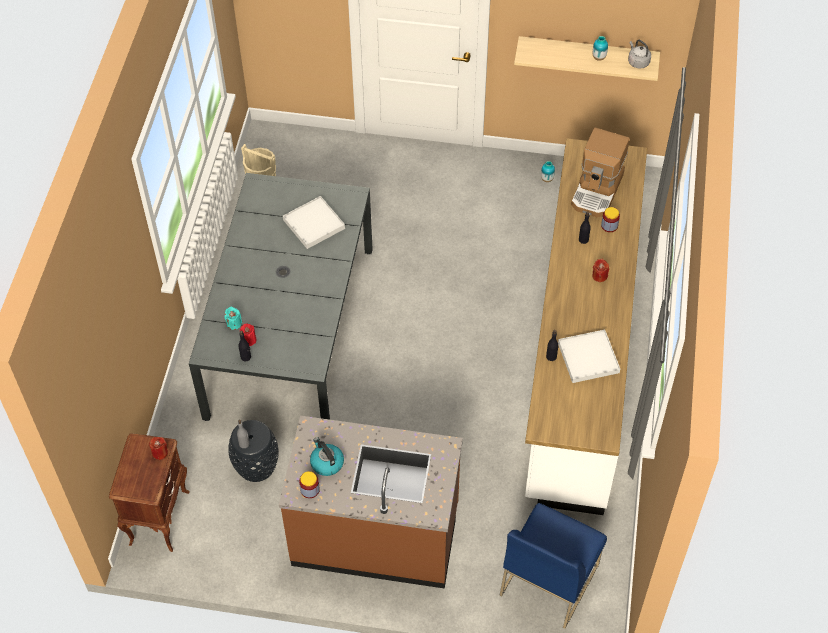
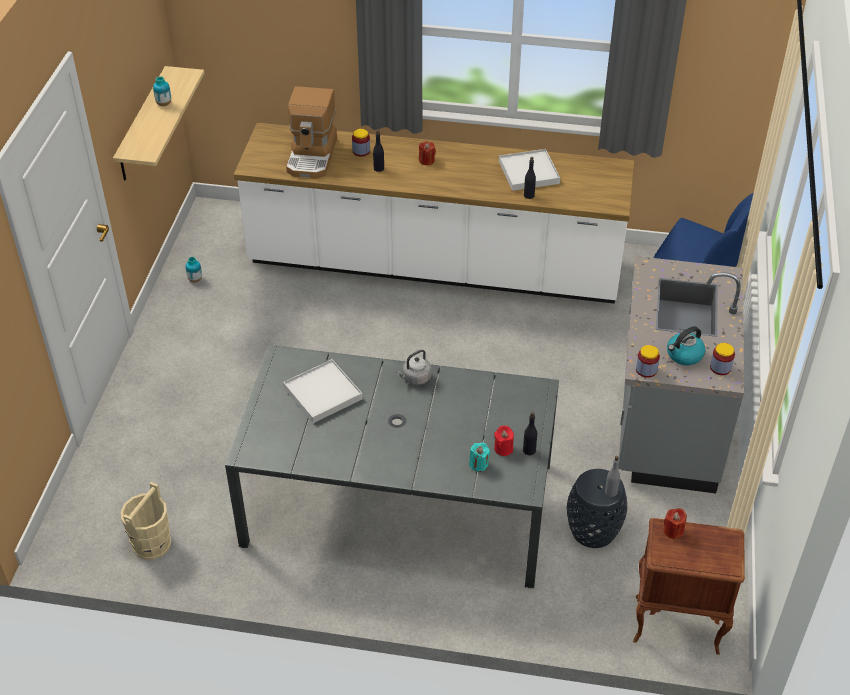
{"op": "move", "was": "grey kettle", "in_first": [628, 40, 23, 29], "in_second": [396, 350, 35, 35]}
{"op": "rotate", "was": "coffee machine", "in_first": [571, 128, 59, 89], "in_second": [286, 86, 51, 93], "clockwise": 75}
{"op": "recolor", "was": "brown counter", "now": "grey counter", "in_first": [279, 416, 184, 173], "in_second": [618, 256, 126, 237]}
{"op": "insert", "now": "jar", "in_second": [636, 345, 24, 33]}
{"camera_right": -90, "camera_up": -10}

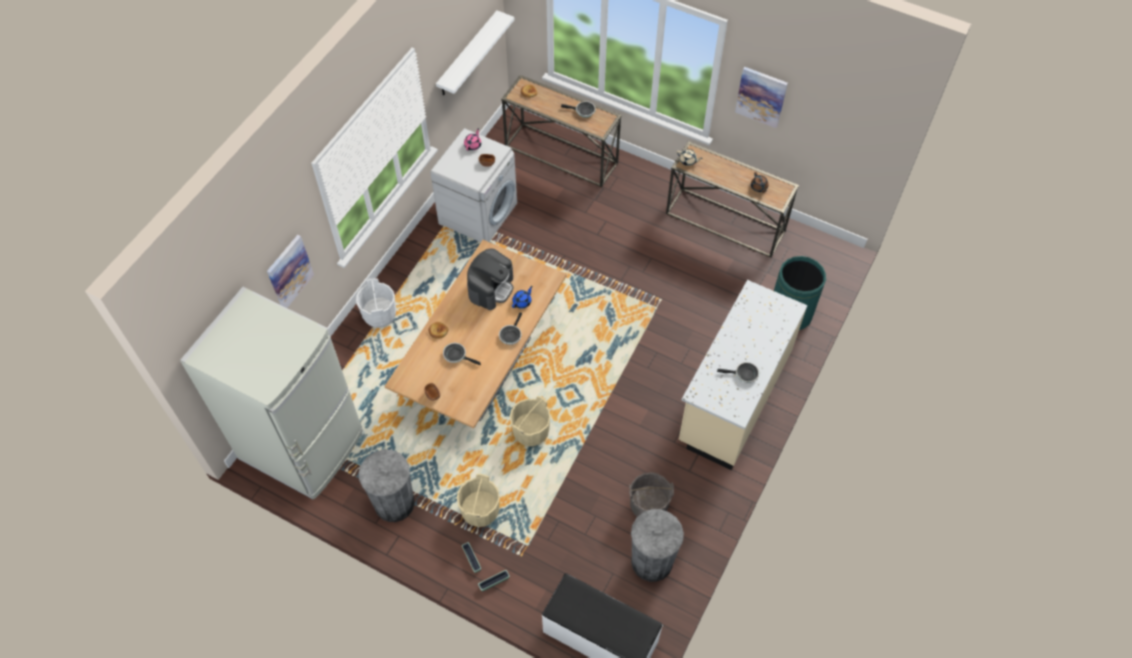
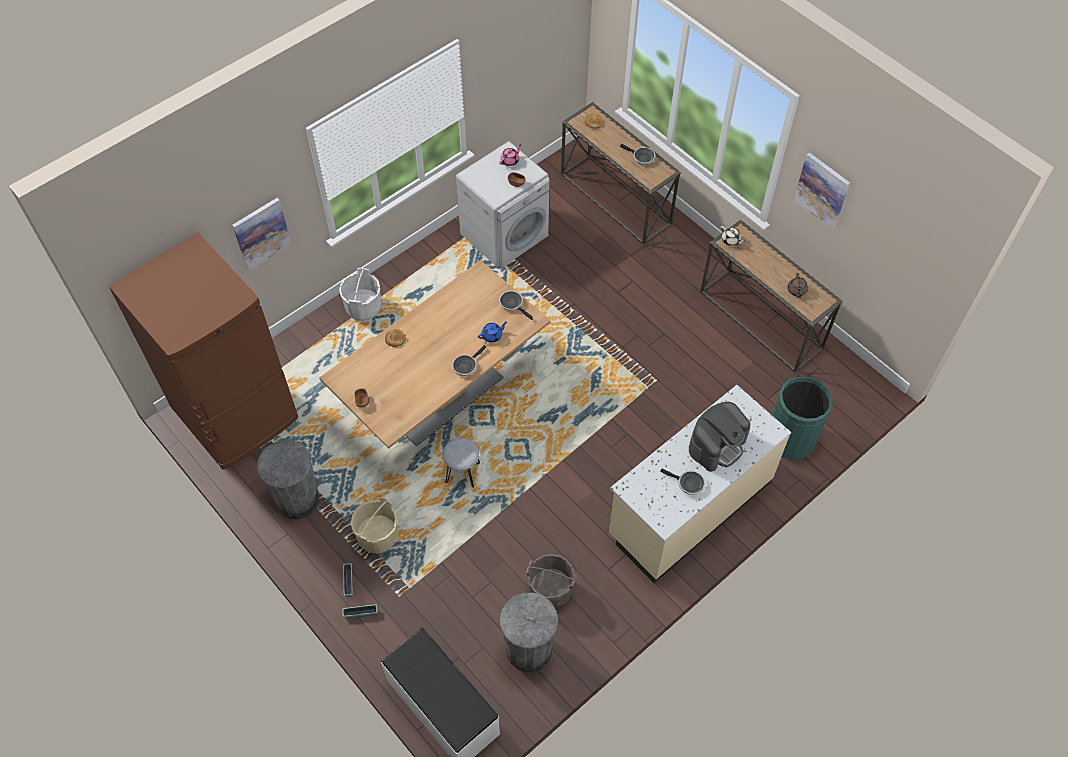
{"op": "delete", "was": "white shelf", "in_first": [436, 10, 78, 85]}
{"op": "move", "was": "coffee machine", "in_first": [467, 249, 47, 61], "in_second": [689, 402, 61, 70]}
{"op": "recolor", "was": "white fridge", "now": "brown fridge", "in_first": [180, 286, 183, 213], "in_second": [109, 232, 189, 238]}
{"op": "move", "was": "frying pan", "in_first": [443, 343, 38, 22], "in_second": [499, 290, 34, 30]}
{"op": "replace", "was": "beige bucket", "now": "grey stool", "in_first": [510, 396, 41, 51], "in_second": [442, 438, 38, 50]}
{"camera_right": 20, "camera_up": 0}

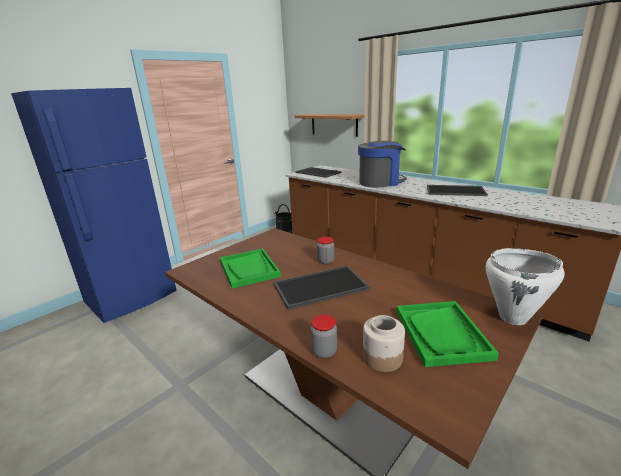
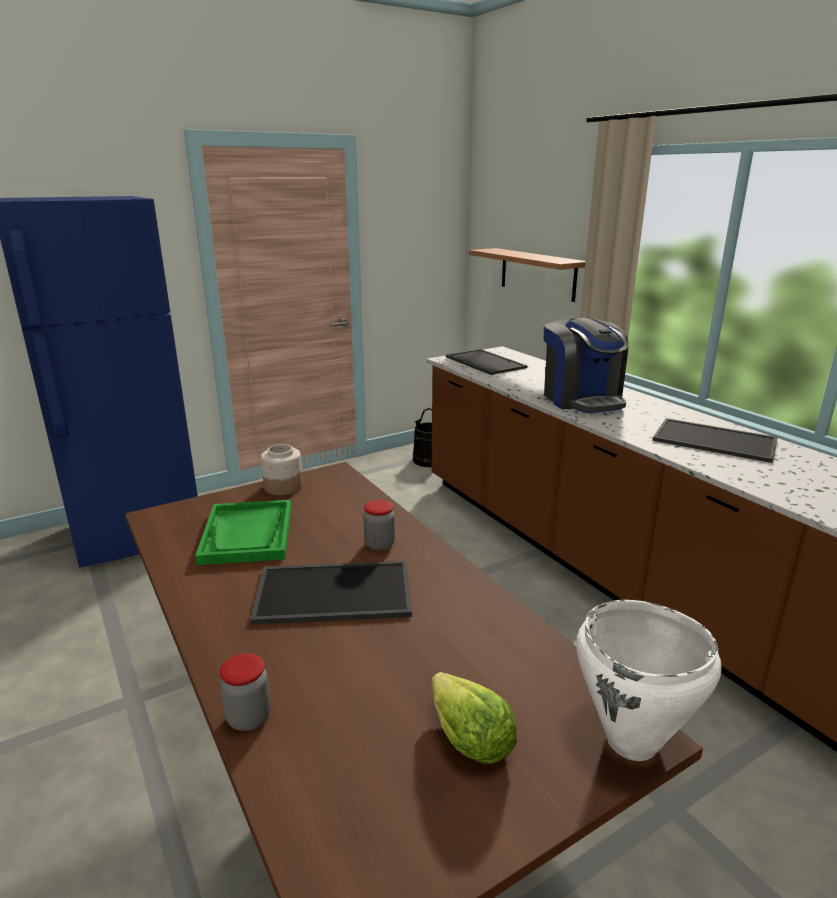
{"op": "rotate", "was": "coffee machine", "in_first": [358, 141, 49, 47], "in_second": [544, 318, 84, 95], "clockwise": 75}
{"op": "replace", "was": "green tray", "now": "lettuce", "in_first": [396, 301, 103, 66], "in_second": [432, 672, 85, 92]}
{"op": "move", "was": "jar", "in_first": [363, 315, 42, 57], "in_second": [261, 444, 42, 51]}
{"camera_right": 15, "camera_up": 0}

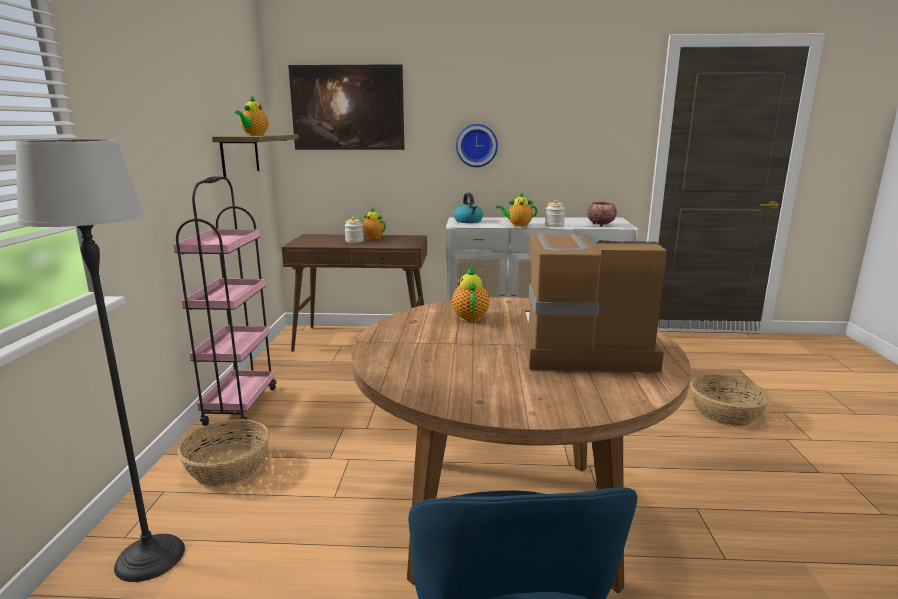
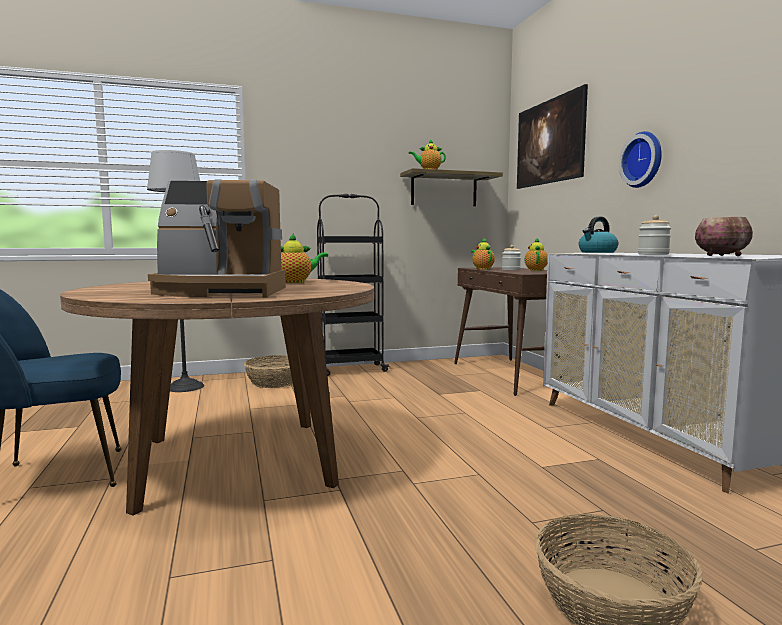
{"op": "recolor", "was": "pink cart", "now": "black cart", "in_first": [173, 176, 104, 250], "in_second": [317, 194, 74, 182]}
{"op": "move", "was": "teapot", "in_first": [496, 191, 42, 36], "in_second": [471, 238, 24, 32]}
{"op": "rotate", "was": "coffee machine", "in_first": [521, 234, 146, 138], "in_second": [148, 179, 138, 118], "clockwise": 105}
{"camera_right": 70, "camera_up": -10}

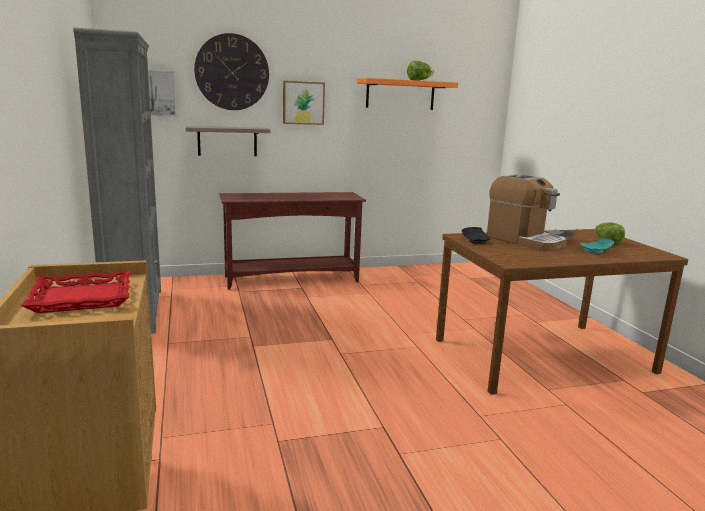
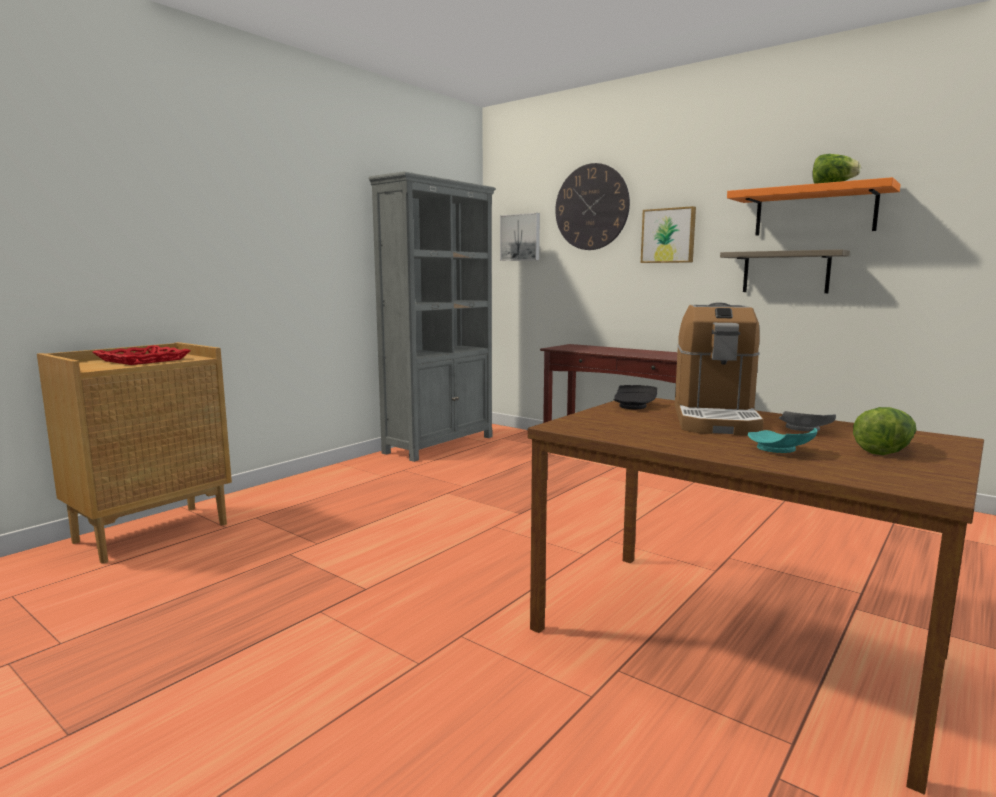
{"op": "move", "was": "shelf", "in_first": [186, 126, 84, 30], "in_second": [720, 249, 130, 44]}
{"camera_right": 55, "camera_up": -5}

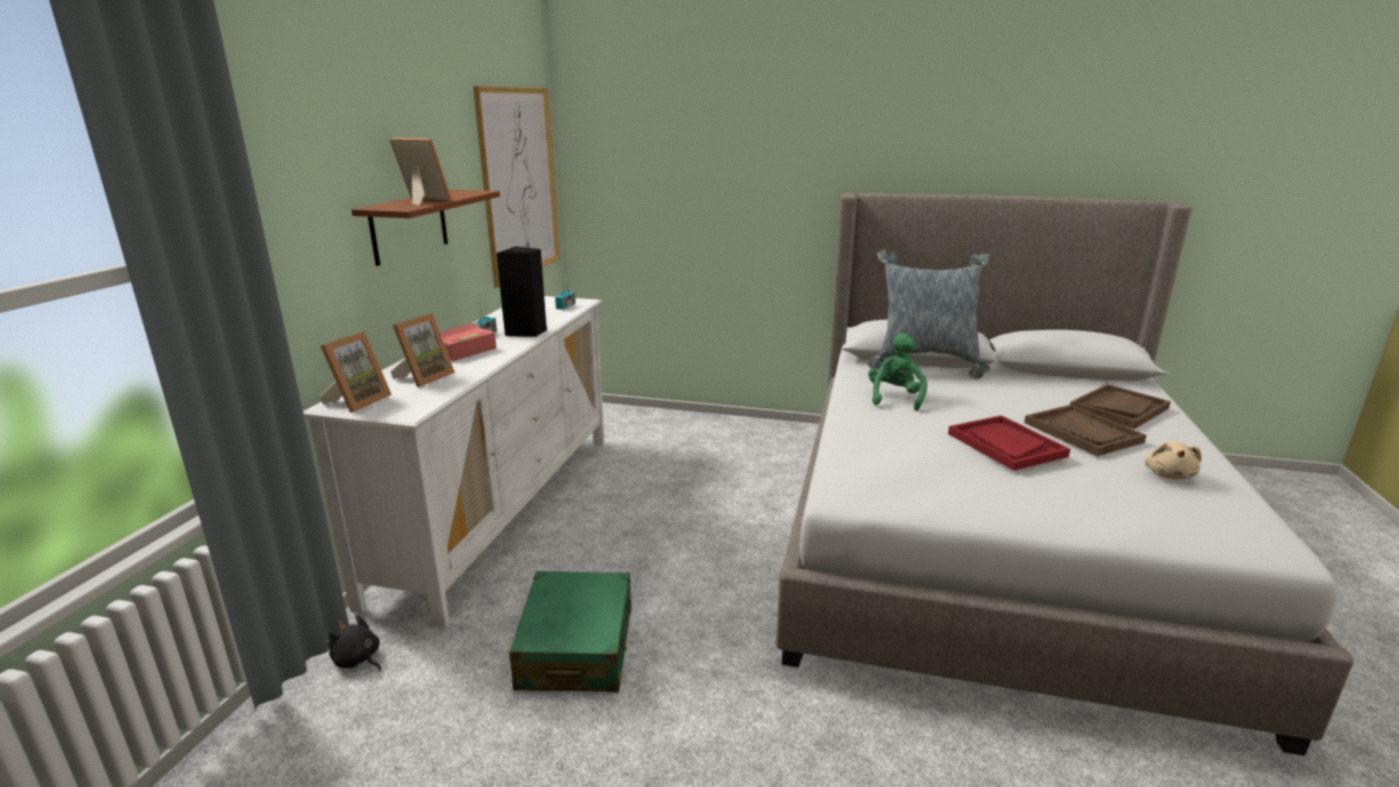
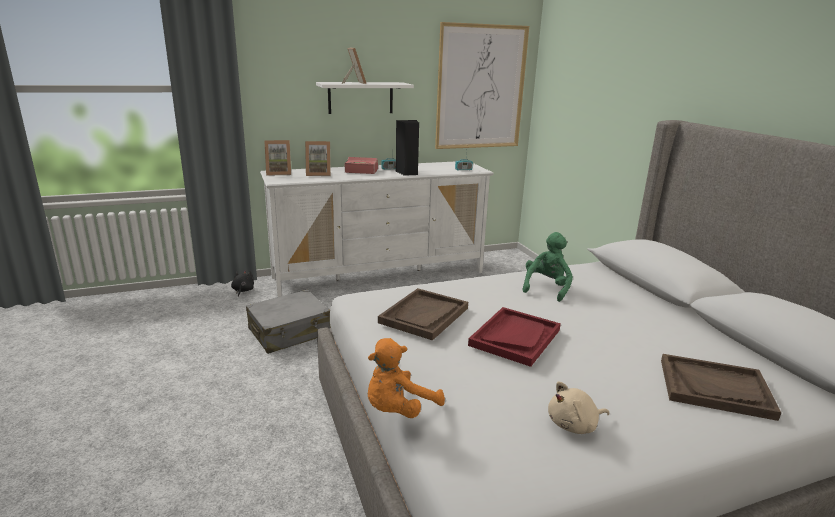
{"op": "recolor", "was": "brown shelf", "now": "white shelf", "in_first": [351, 190, 149, 76], "in_second": [316, 82, 98, 32]}
{"op": "delete", "was": "pillow", "in_first": [867, 249, 123, 130]}
{"op": "rotate", "was": "green plush toy", "in_first": [868, 333, 59, 78], "in_second": [522, 232, 51, 70], "clockwise": -45}
{"op": "move", "was": "brown tray", "in_first": [1024, 405, 122, 51], "in_second": [378, 288, 90, 53]}
{"op": "recolor", "was": "green suitcase", "now": "grey suitcase", "in_first": [509, 571, 122, 121], "in_second": [246, 289, 85, 65]}
{"op": "insert", "now": "orange plush toy", "in_second": [368, 338, 77, 80]}
{"camera_right": 55, "camera_up": 0}

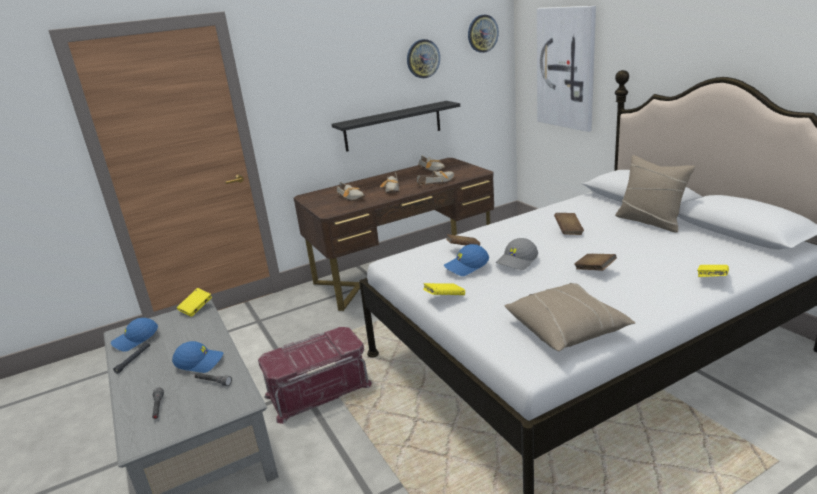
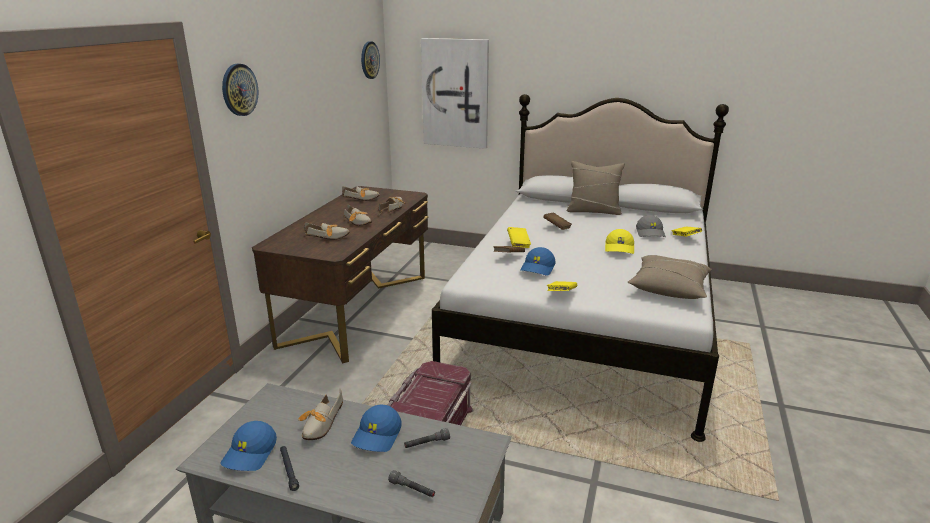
{"op": "move", "was": "wall clock", "in_first": [407, 39, 33, 39], "in_second": [222, 64, 37, 52]}
{"op": "delete", "was": "black shelf", "in_first": [331, 101, 129, 51]}
{"op": "move", "was": "grey cap", "in_first": [496, 238, 42, 32], "in_second": [636, 215, 30, 22]}
{"op": "replace", "was": "brown book", "now": "yellow cap", "in_first": [574, 254, 43, 17], "in_second": [605, 229, 29, 25]}
{"op": "move", "was": "yellow book", "in_first": [177, 288, 35, 29], "in_second": [507, 227, 24, 21]}
{"op": "rotate", "was": "blue cap", "in_first": [172, 341, 51, 32], "in_second": [351, 405, 51, 47], "clockwise": 150}
{"op": "insert", "now": "shoe", "in_second": [298, 389, 45, 51]}
{"camera_right": -45, "camera_up": 0}

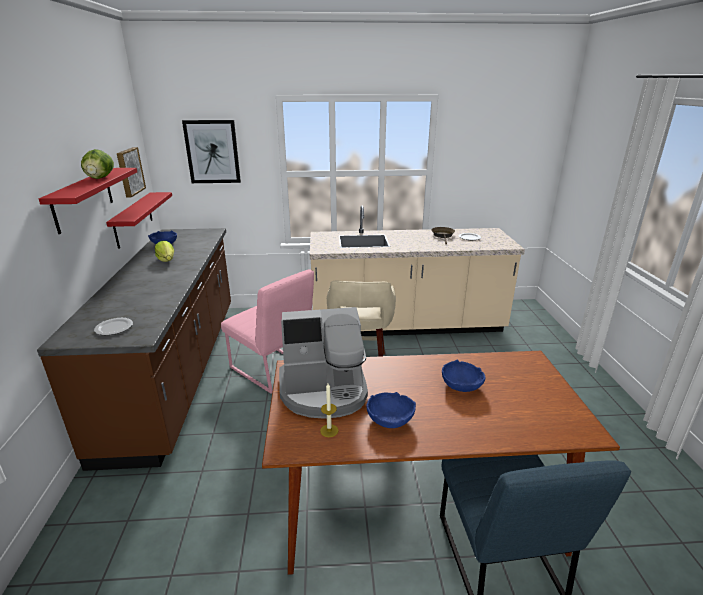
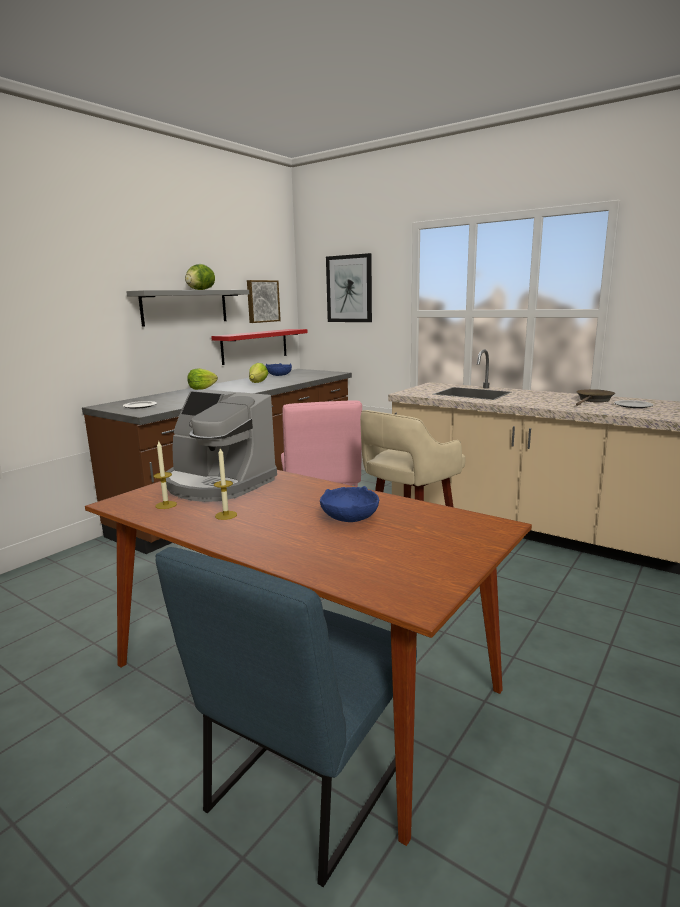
{"op": "recolor", "was": "red shelf", "now": "grey shelf", "in_first": [39, 168, 98, 66], "in_second": [126, 290, 123, 37]}
{"op": "replace", "was": "blue bowl", "now": "candle", "in_first": [366, 392, 50, 36], "in_second": [214, 448, 23, 72]}
{"op": "insert", "now": "lettuce", "in_second": [187, 368, 31, 22]}
{"camera_right": 40, "camera_up": -10}

